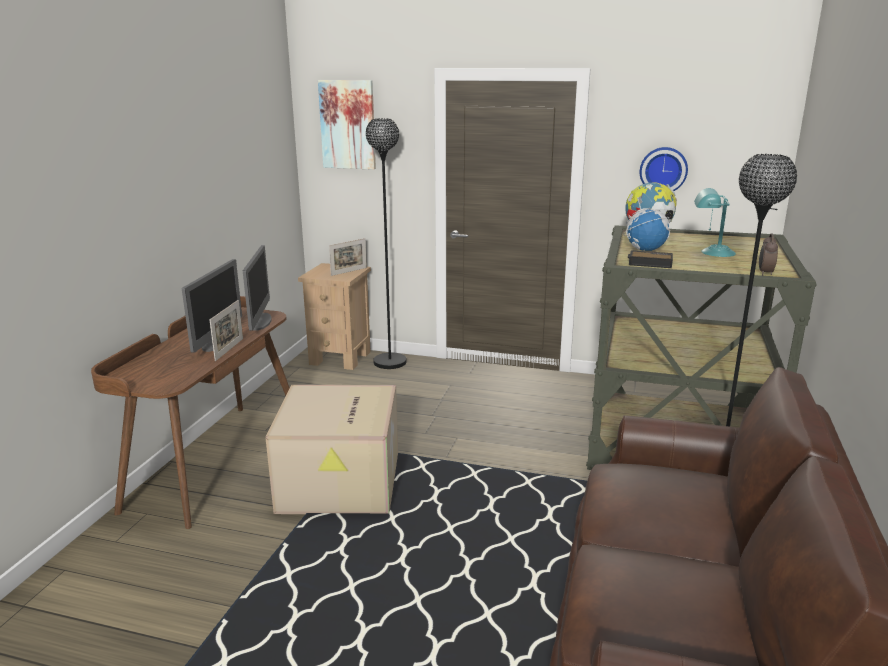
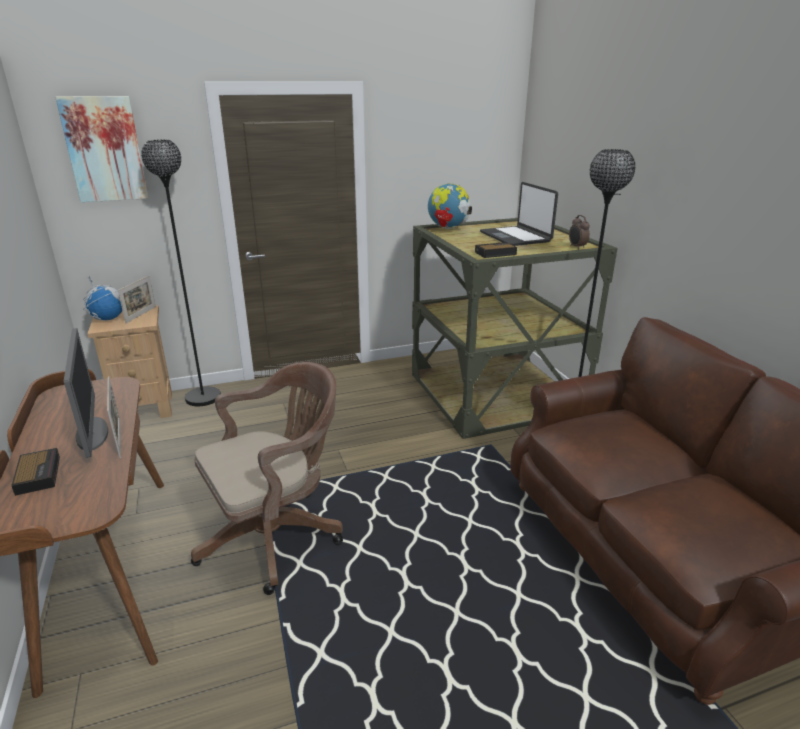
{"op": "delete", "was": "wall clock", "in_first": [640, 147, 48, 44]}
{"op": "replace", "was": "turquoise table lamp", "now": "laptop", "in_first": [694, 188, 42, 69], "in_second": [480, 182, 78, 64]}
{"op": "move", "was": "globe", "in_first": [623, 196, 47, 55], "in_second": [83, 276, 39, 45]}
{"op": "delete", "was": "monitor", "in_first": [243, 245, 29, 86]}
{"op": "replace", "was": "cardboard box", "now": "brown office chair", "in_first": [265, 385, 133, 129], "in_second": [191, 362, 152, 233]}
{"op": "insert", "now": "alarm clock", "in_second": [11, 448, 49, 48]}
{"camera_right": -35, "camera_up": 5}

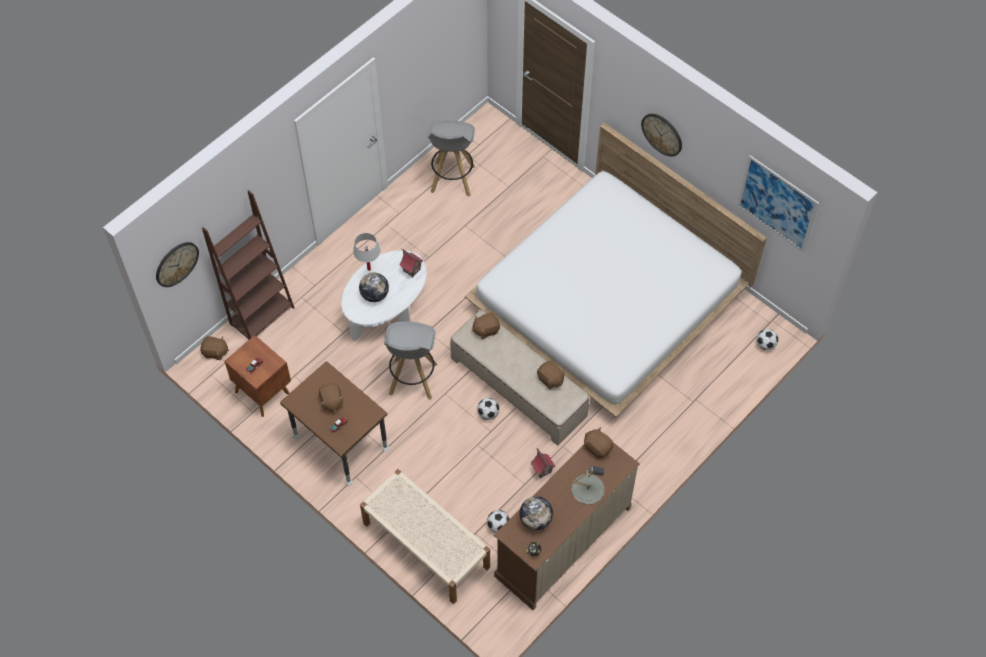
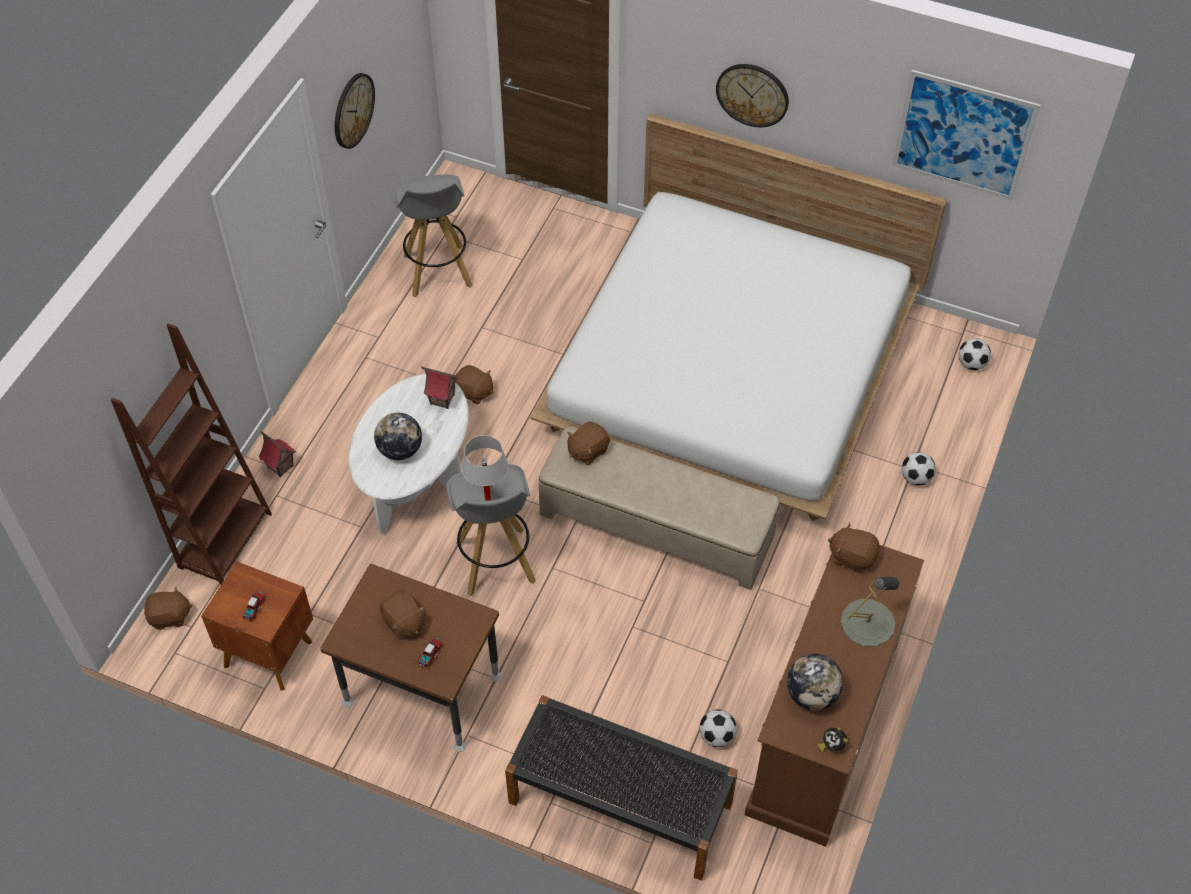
{"op": "move", "was": "white table lamp", "in_first": [353, 233, 27, 38], "in_second": [461, 435, 47, 66]}
{"op": "move", "was": "wall clock", "in_first": [156, 242, 43, 45], "in_second": [335, 73, 40, 76]}
{"op": "move", "was": "brown plush toy", "in_first": [537, 361, 28, 28], "in_second": [455, 365, 38, 40]}
{"op": "move", "was": "football", "in_first": [477, 398, 22, 22], "in_second": [902, 452, 34, 34]}
{"op": "move", "was": "toy house", "in_first": [531, 448, 25, 31], "in_second": [258, 431, 38, 46]}
{"op": "recolor", "was": "beige bench", "now": "black bench", "in_first": [360, 469, 130, 135], "in_second": [505, 695, 233, 186]}
{"camera_right": -20, "camera_up": -5}

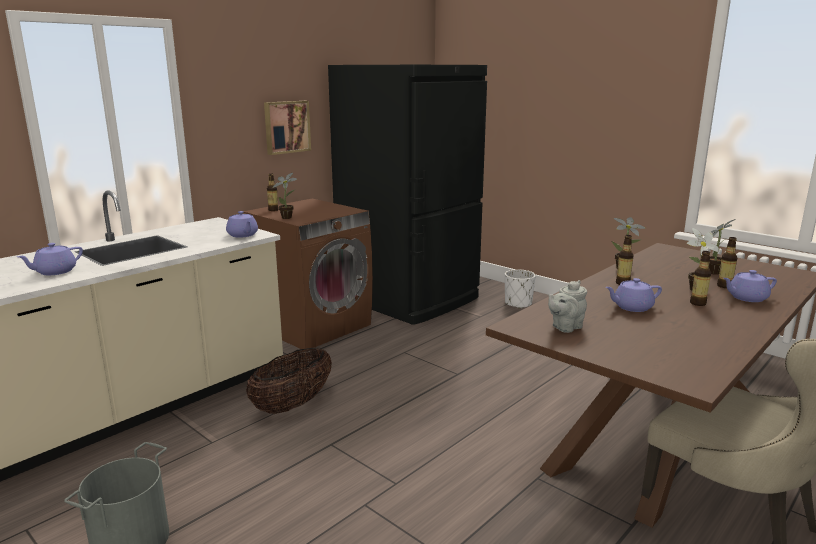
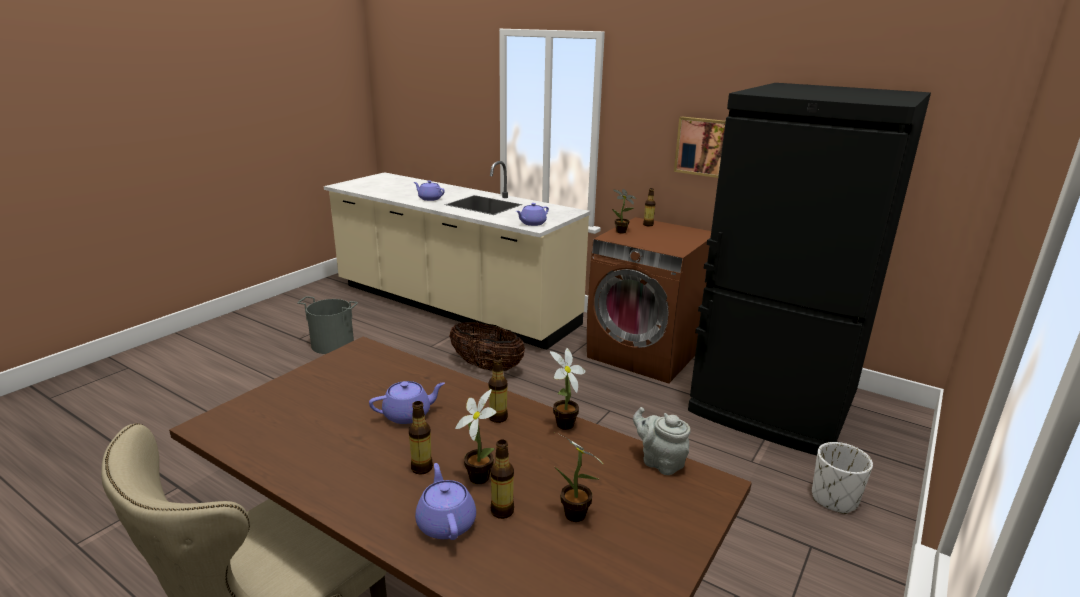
{"op": "rotate", "was": "purple teapot", "in_first": [605, 278, 57, 34], "in_second": [369, 381, 76, 43], "clockwise": 90}
{"op": "move", "was": "grey teapot", "in_first": [548, 280, 39, 53], "in_second": [633, 407, 57, 68]}
{"camera_right": 80, "camera_up": 5}

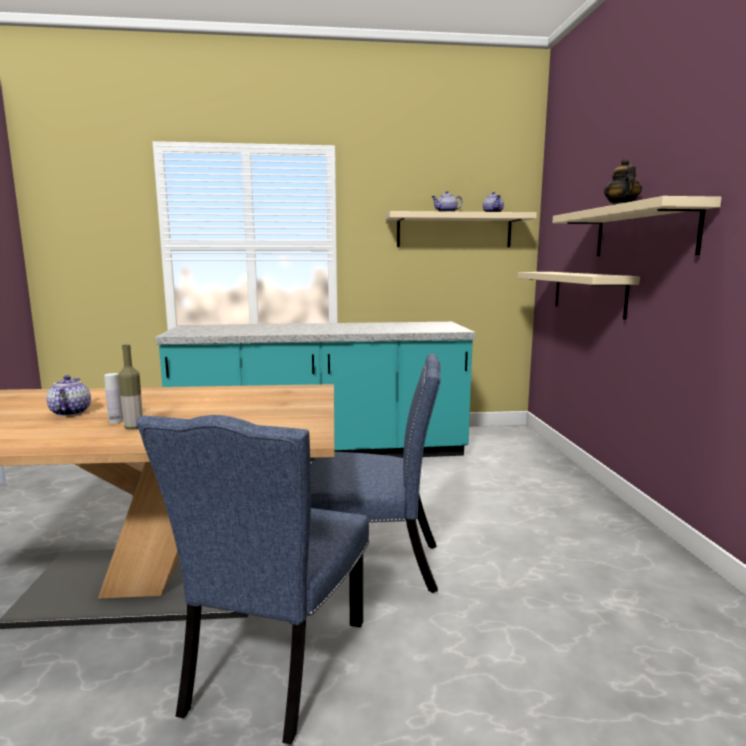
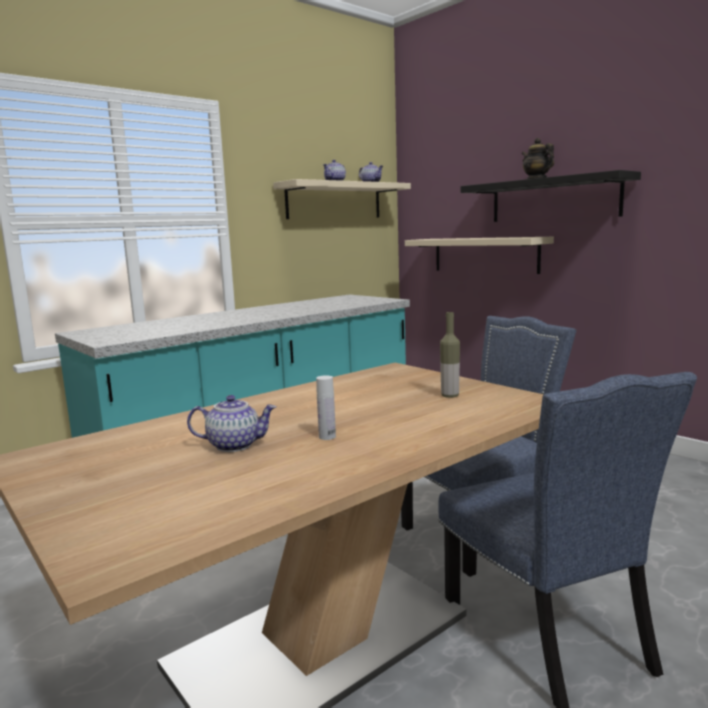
{"op": "recolor", "was": "beige shelf", "now": "black shelf", "in_first": [552, 196, 170, 60], "in_second": [461, 170, 180, 52]}
{"op": "move", "was": "bottle", "in_first": [118, 345, 25, 85], "in_second": [440, 312, 20, 86]}
{"op": "rotate", "was": "teapot", "in_first": [46, 375, 45, 41], "in_second": [187, 395, 89, 57], "clockwise": 135}
{"camera_right": -35, "camera_up": 0}

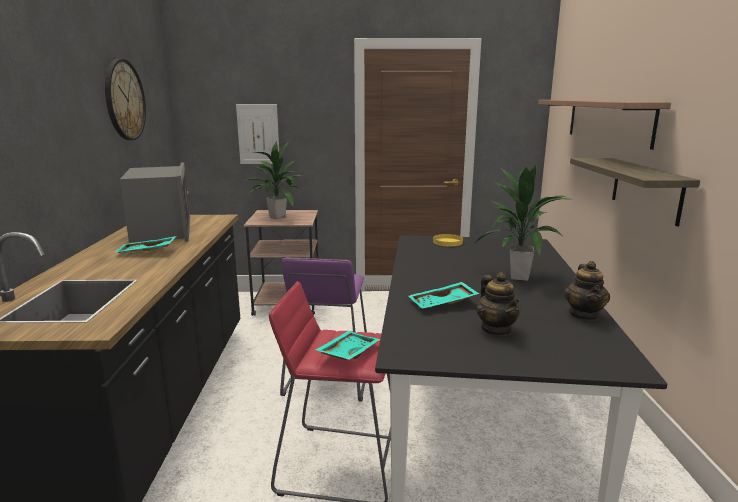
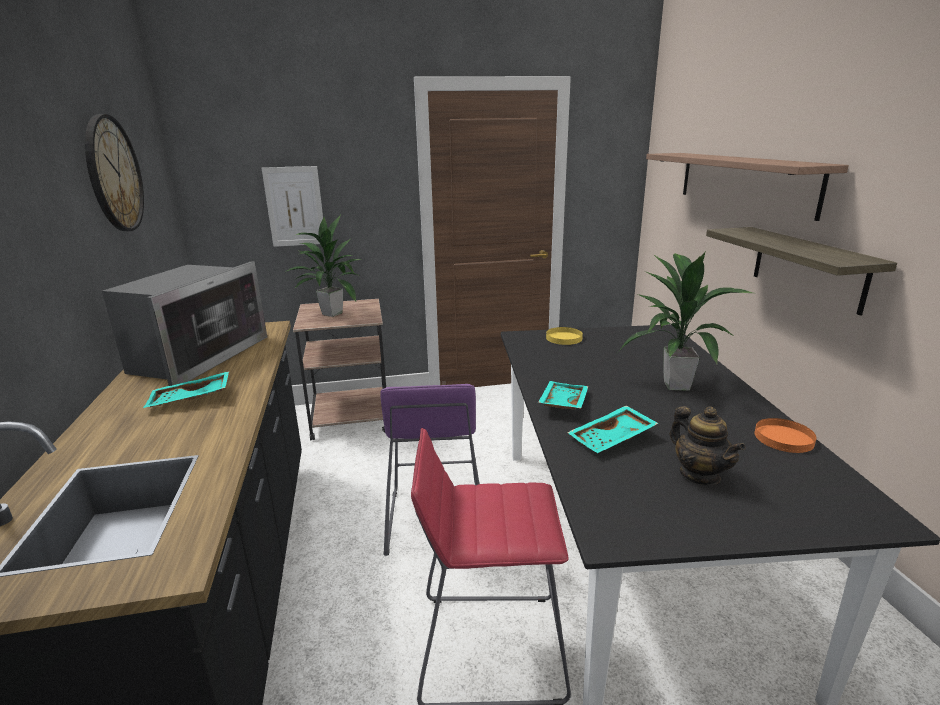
{"op": "rotate", "was": "microwave", "in_first": [120, 162, 70, 81], "in_second": [102, 261, 165, 125], "clockwise": 45}
{"op": "replace", "was": "teapot", "now": "orange plate", "in_first": [564, 261, 46, 60], "in_second": [755, 418, 62, 35]}
{"op": "move", "was": "turquoise tray", "in_first": [315, 331, 65, 29], "in_second": [538, 381, 51, 28]}
{"camera_right": -10, "camera_up": 5}

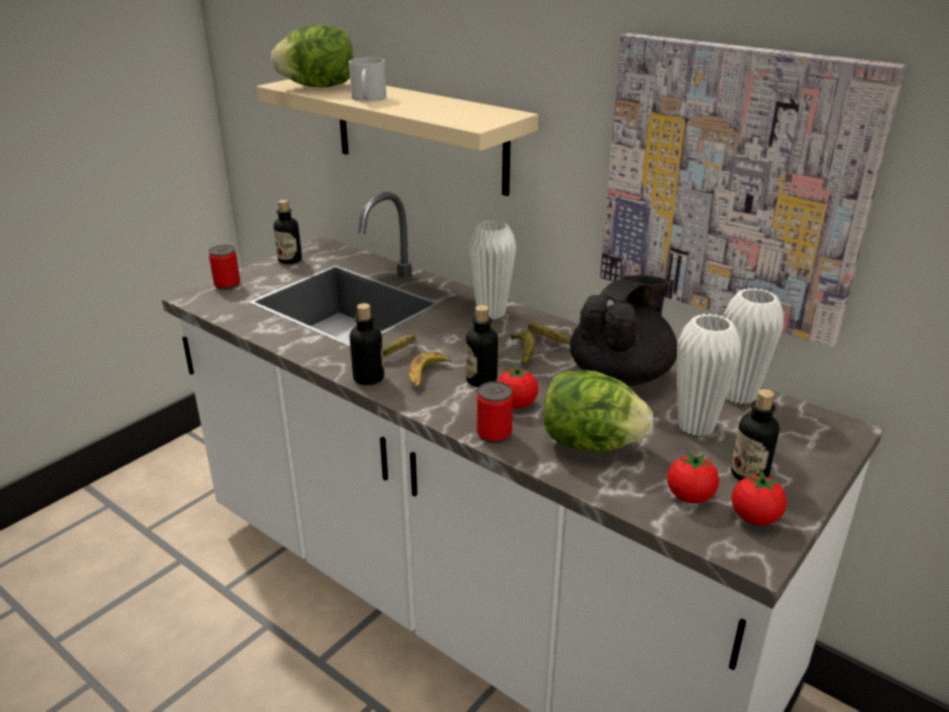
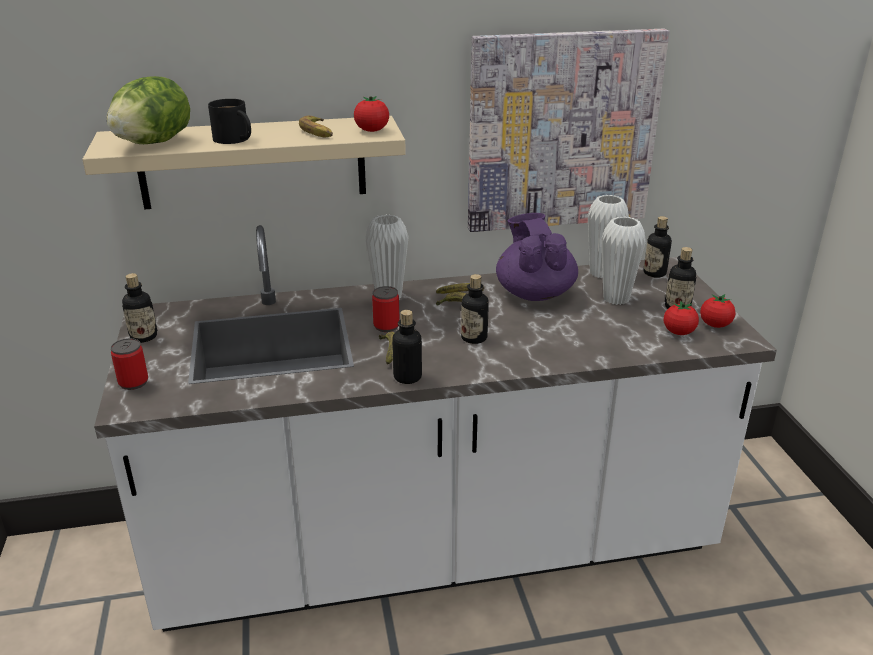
{"op": "recolor", "was": "white mug", "now": "black mug", "in_first": [349, 58, 37, 43], "in_second": [208, 99, 43, 45]}
{"op": "recolor", "was": "black teapot", "now": "purple teapot", "in_first": [570, 275, 108, 112], "in_second": [496, 213, 82, 88]}
{"op": "move", "was": "banana", "in_first": [409, 352, 43, 37], "in_second": [299, 116, 34, 21]}
{"op": "move", "was": "tomato", "in_first": [497, 364, 41, 44], "in_second": [354, 96, 35, 36]}
{"op": "delete", "was": "lettuce", "in_first": [543, 370, 110, 81]}
{"op": "move", "was": "can", "in_first": [477, 381, 36, 63], "in_second": [372, 286, 28, 46]}
{"op": "insert", "now": "bottle", "in_second": [644, 216, 28, 62]}
{"camera_right": -50, "camera_up": 0}

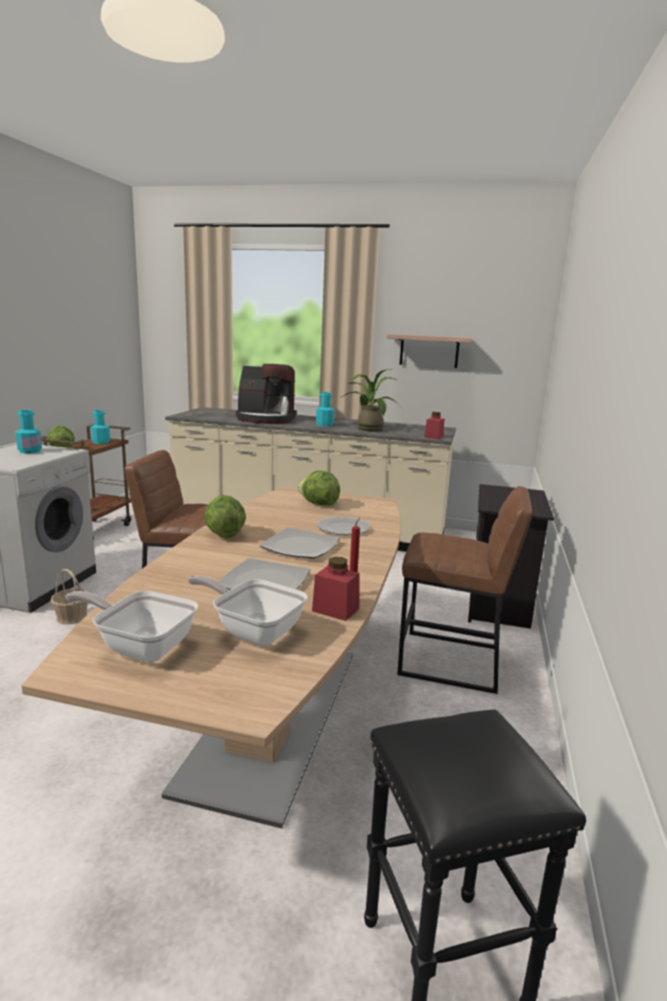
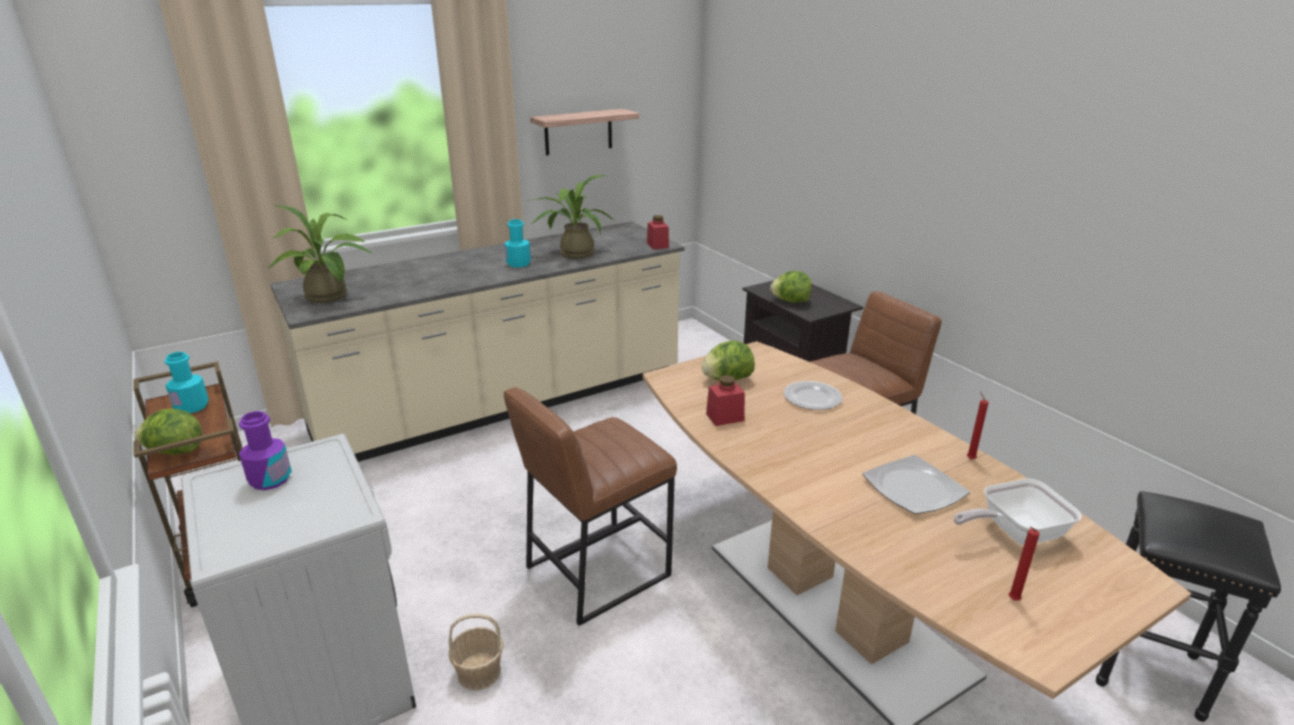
{"op": "delete", "was": "coffee machine", "in_first": [236, 364, 61, 60]}
{"op": "recolor", "was": "turquoise bottle", "now": "purple bottle", "in_first": [15, 410, 27, 43], "in_second": [239, 411, 53, 79]}
{"op": "move", "was": "lettuce", "in_first": [205, 495, 41, 43], "in_second": [770, 271, 42, 32]}
{"op": "delete", "was": "plate", "in_first": [259, 527, 81, 32]}
{"op": "move", "was": "red jar", "in_first": [312, 557, 48, 64], "in_second": [706, 375, 39, 51]}
{"op": "replace", "was": "frying pan", "now": "red candle", "in_first": [65, 591, 133, 71], "in_second": [1009, 527, 31, 74]}
{"op": "insert", "now": "potted plant", "in_second": [268, 205, 106, 98]}
{"camera_right": -45, "camera_up": 10}

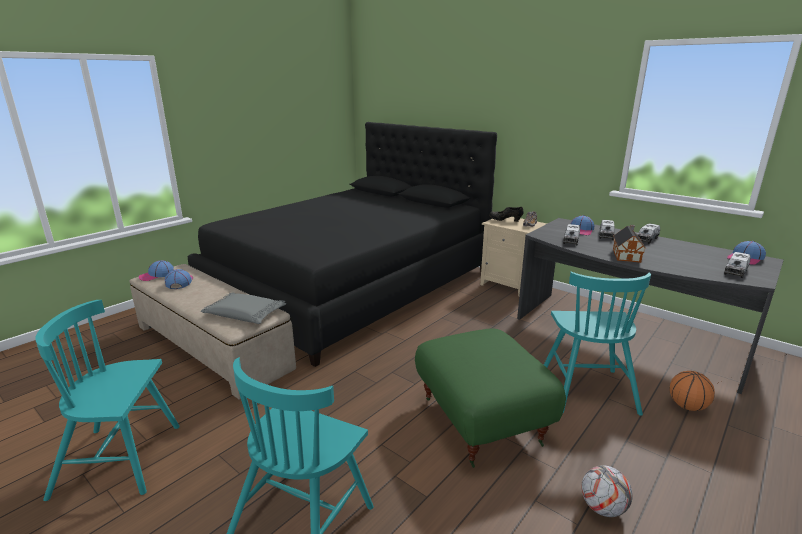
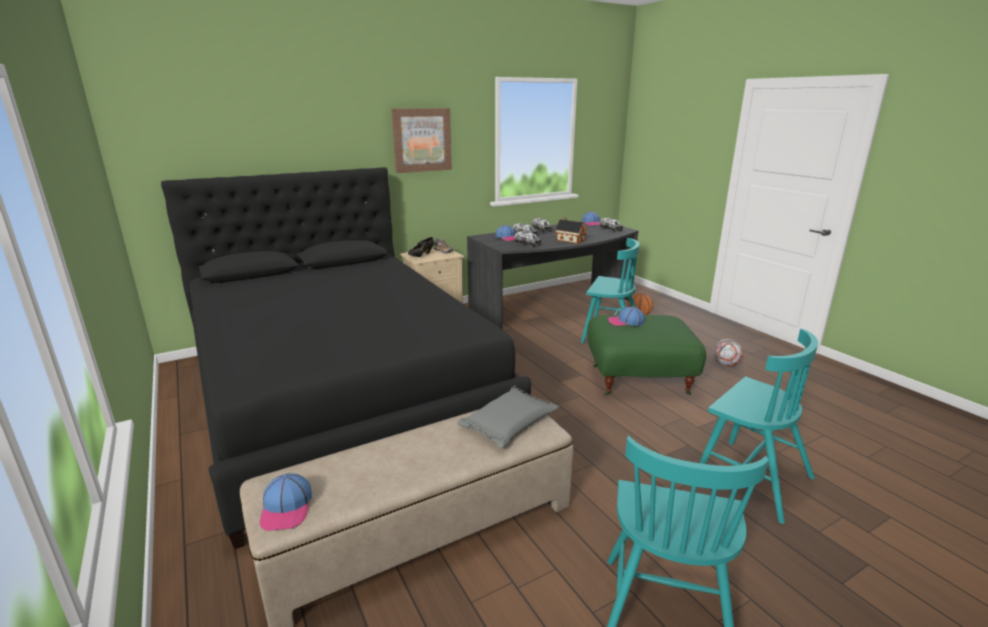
{"op": "move", "was": "cap", "in_first": [165, 269, 28, 20], "in_second": [608, 307, 37, 19]}
{"op": "insert", "now": "picture", "in_second": [392, 108, 60, 65]}
{"camera_right": -70, "camera_up": 0}

